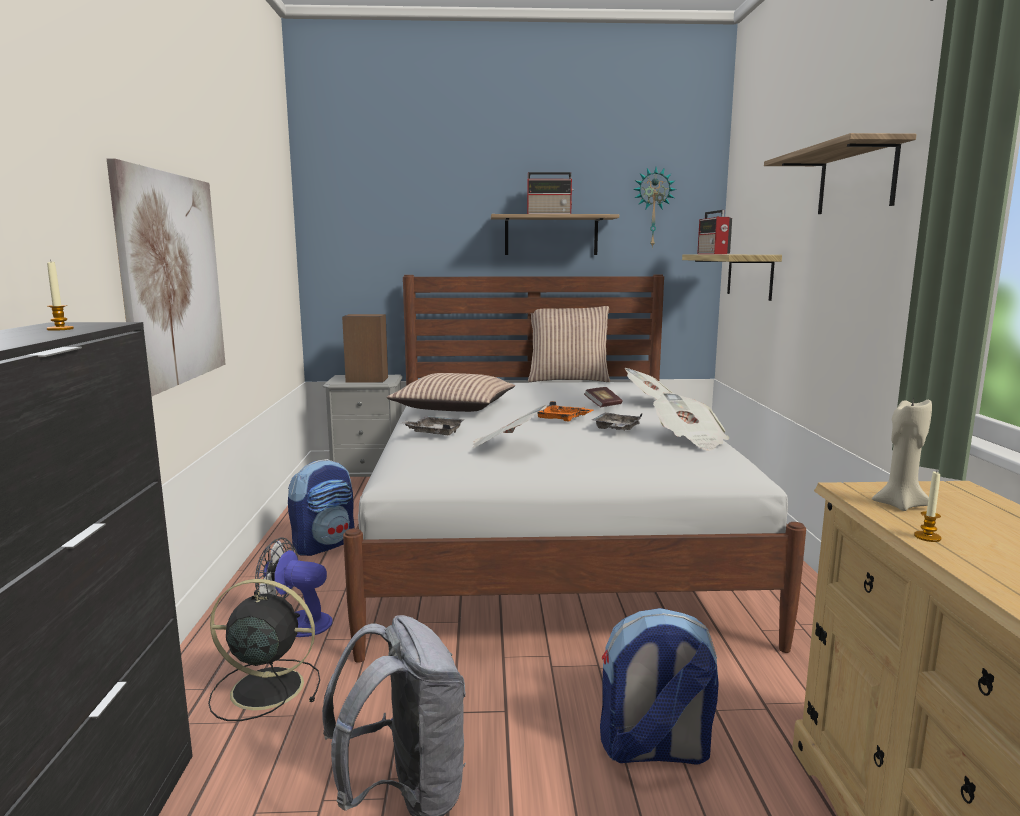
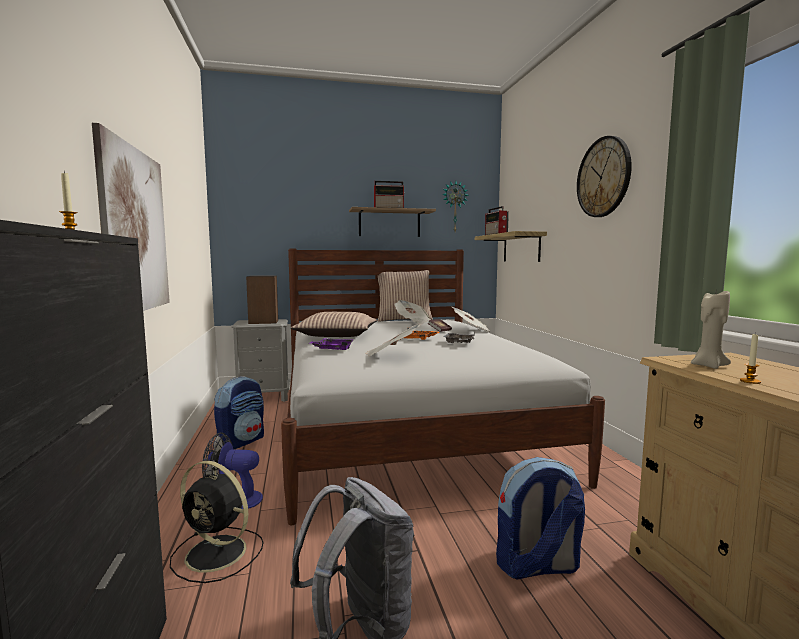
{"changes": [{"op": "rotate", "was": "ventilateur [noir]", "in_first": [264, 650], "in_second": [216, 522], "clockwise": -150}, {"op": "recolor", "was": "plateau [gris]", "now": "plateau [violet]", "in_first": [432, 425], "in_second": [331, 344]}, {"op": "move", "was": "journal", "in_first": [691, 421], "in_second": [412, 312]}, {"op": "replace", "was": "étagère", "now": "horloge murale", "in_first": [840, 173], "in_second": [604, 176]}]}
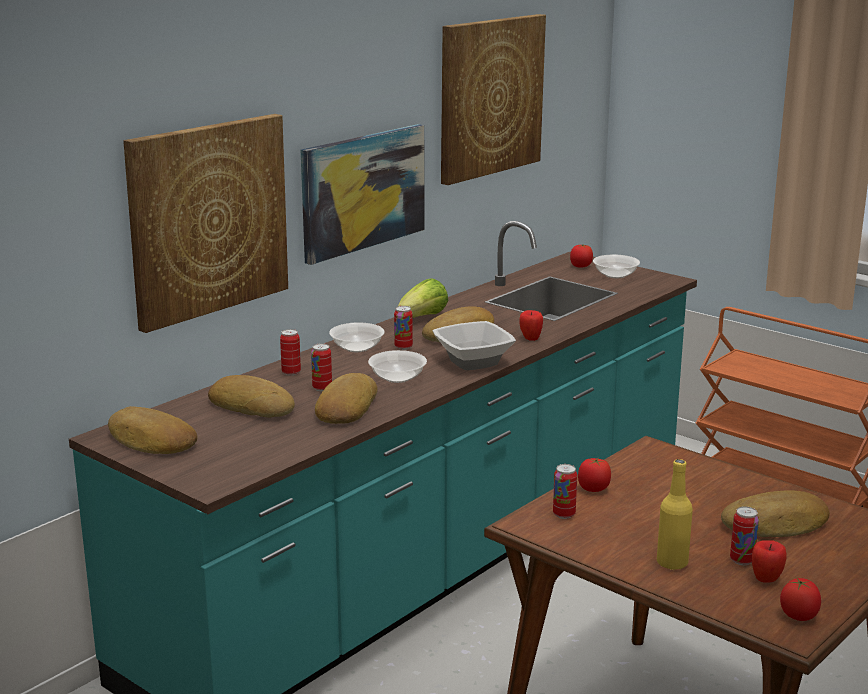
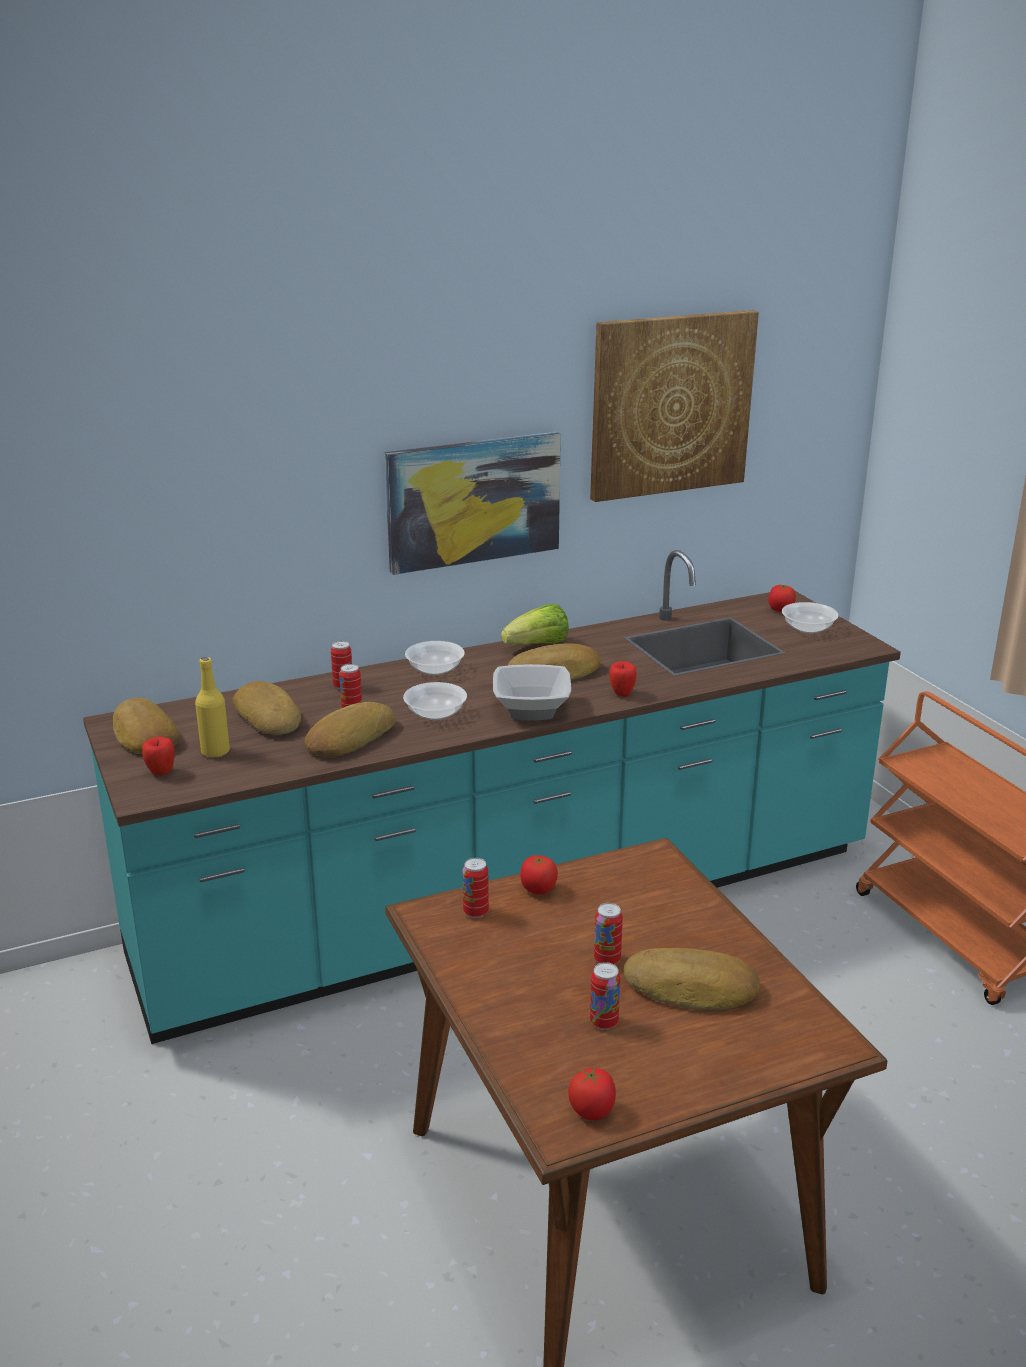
{"changes": [{"op": "move", "was": "pomme", "in_first": [769, 561], "in_second": [158, 756]}, {"op": "move", "was": "bouteille [jaune]", "in_first": [675, 514], "in_second": [212, 707]}, {"op": "move", "was": "boîte métallique", "in_first": [403, 328], "in_second": [608, 934]}, {"op": "delete", "was": "tableau", "in_first": [205, 223]}]}
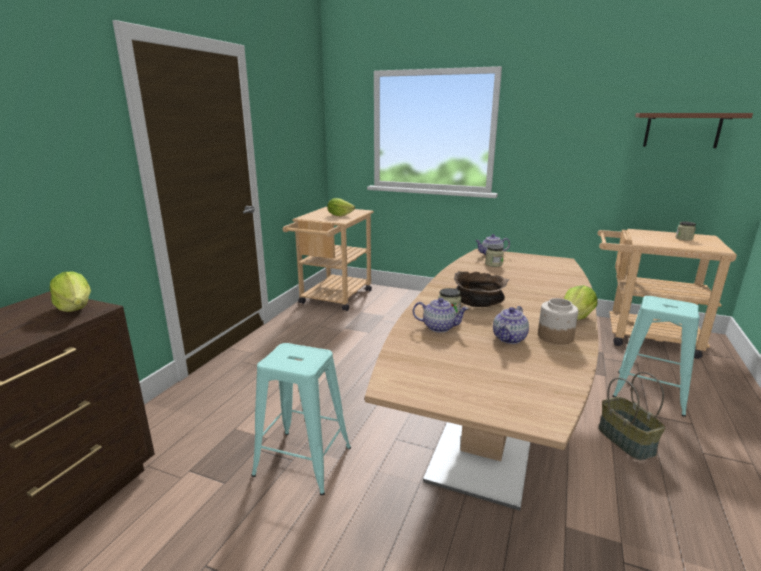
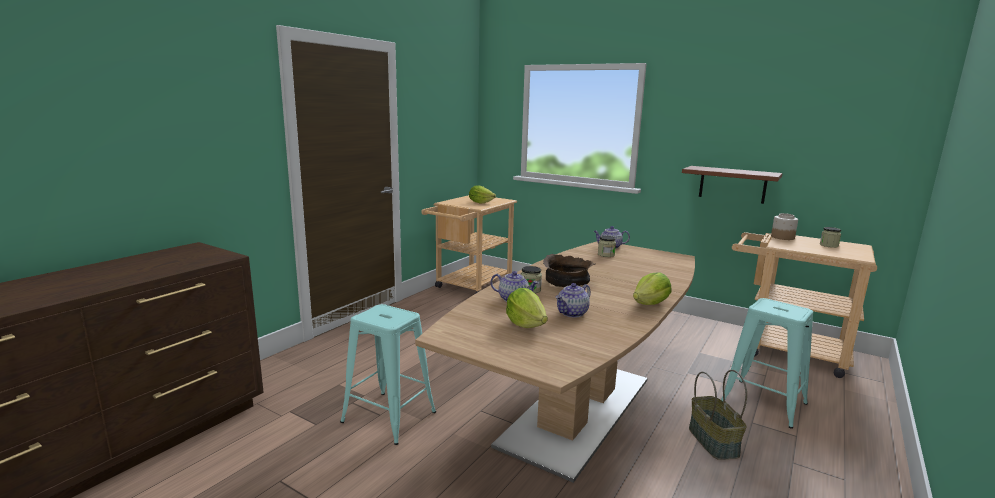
{"changes": [{"op": "move", "was": "laitue", "in_first": [70, 291], "in_second": [527, 308]}, {"op": "move", "was": "étagère [marron]", "in_first": [694, 130], "in_second": [732, 185]}, {"op": "move", "was": "bocal", "in_first": [558, 321], "in_second": [784, 226]}]}
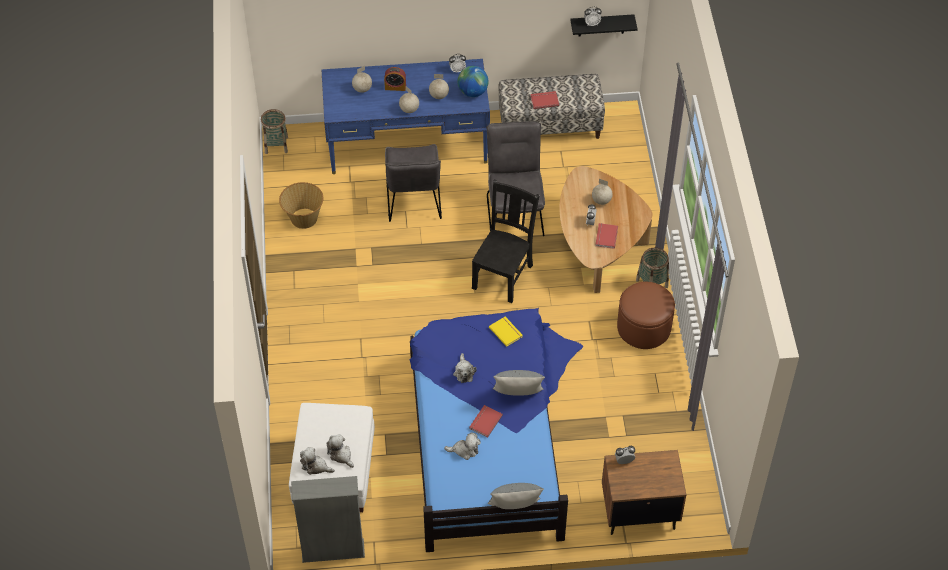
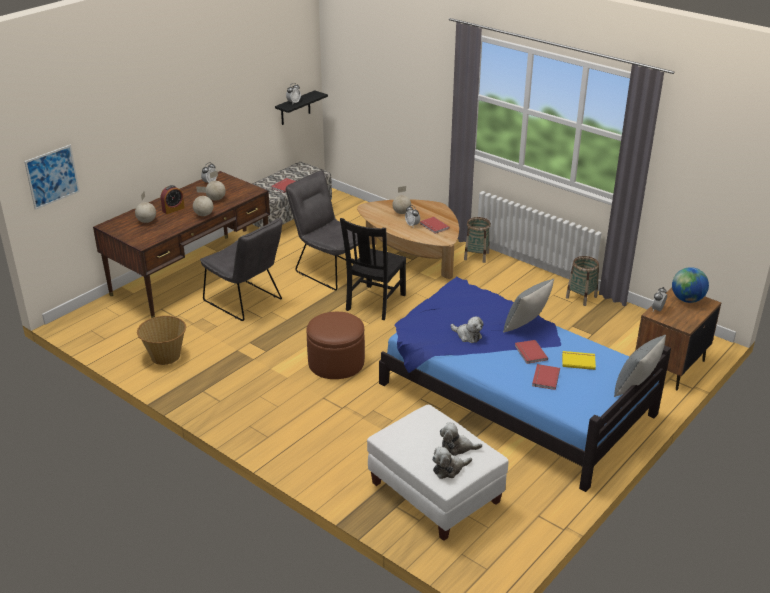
{"changes": [{"op": "insert", "now": "tableau", "in_second": [52, 177]}, {"op": "recolor", "was": "bureau [bleu]", "now": "bureau [marron]", "in_first": [406, 116], "in_second": [181, 244]}, {"op": "move", "was": "pouf [marron]", "in_first": [646, 315], "in_second": [335, 345]}, {"op": "rotate", "was": "chaise [noir]", "in_first": [506, 241], "in_second": [373, 269], "clockwise": -135}, {"op": "replace", "was": "peluche", "now": "livre [rouge]", "in_first": [462, 446], "in_second": [546, 377]}, {"op": "move", "was": "livre [jaune]", "in_first": [506, 332], "in_second": [579, 360]}, {"op": "move", "was": "panier", "in_first": [274, 131], "in_second": [582, 281]}, {"op": "move", "was": "globe", "in_first": [473, 81], "in_second": [690, 285]}, {"op": "delete", "was": "bibliothèque [gris]", "in_first": [328, 519]}]}
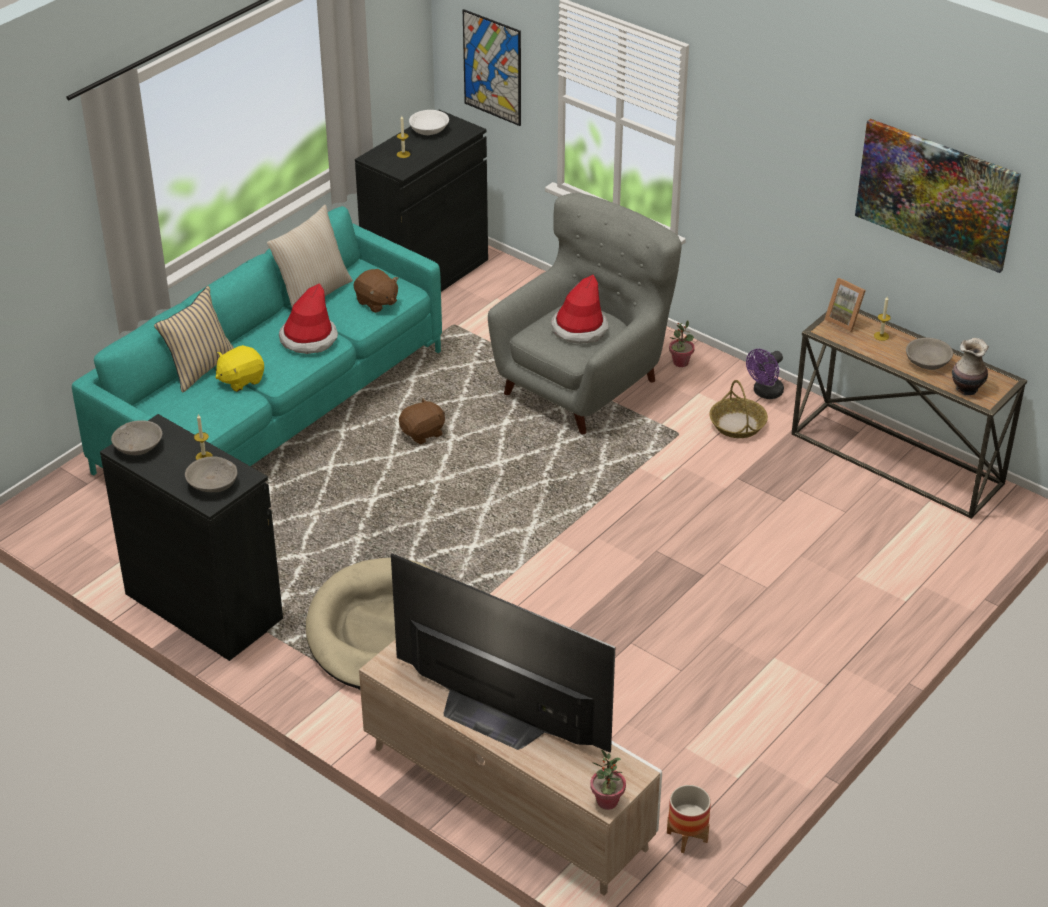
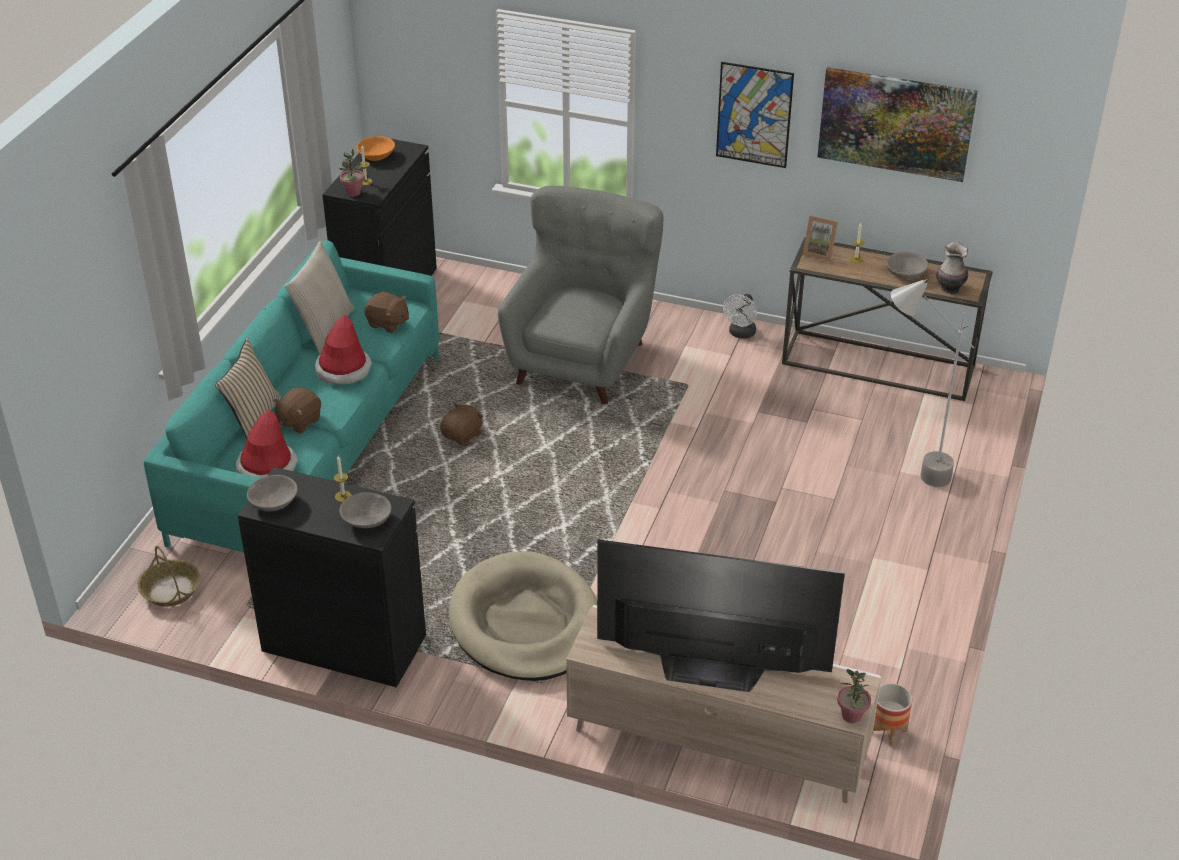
{"changes": [{"op": "move", "was": "panier", "in_first": [738, 409], "in_second": [168, 576]}, {"op": "move", "was": "chapeau", "in_first": [580, 309], "in_second": [267, 443]}, {"op": "recolor", "was": "peluche [jaune]", "now": "peluche [marron]", "in_first": [239, 368], "in_second": [297, 410]}, {"op": "move", "was": "plante en pot", "in_first": [682, 343], "in_second": [352, 172]}, {"op": "recolor", "was": "bol [blanc]", "now": "bol [orange]", "in_first": [429, 122], "in_second": [375, 148]}, {"op": "move", "was": "tableau", "in_first": [492, 67], "in_second": [755, 115]}, {"op": "recolor", "was": "ventilateur [violet]", "now": "ventilateur [blanc]", "in_first": [765, 374], "in_second": [740, 316]}, {"op": "insert", "now": "lampadaire [gris]", "in_second": [932, 382]}]}
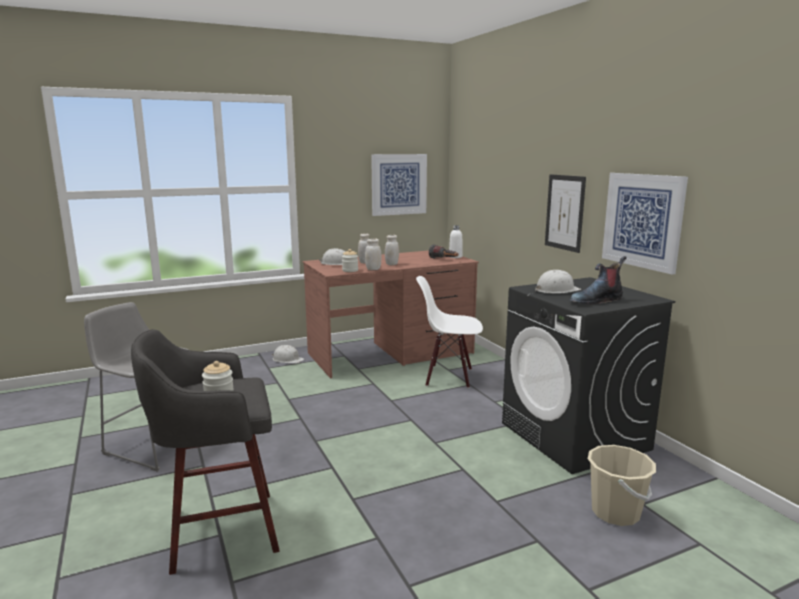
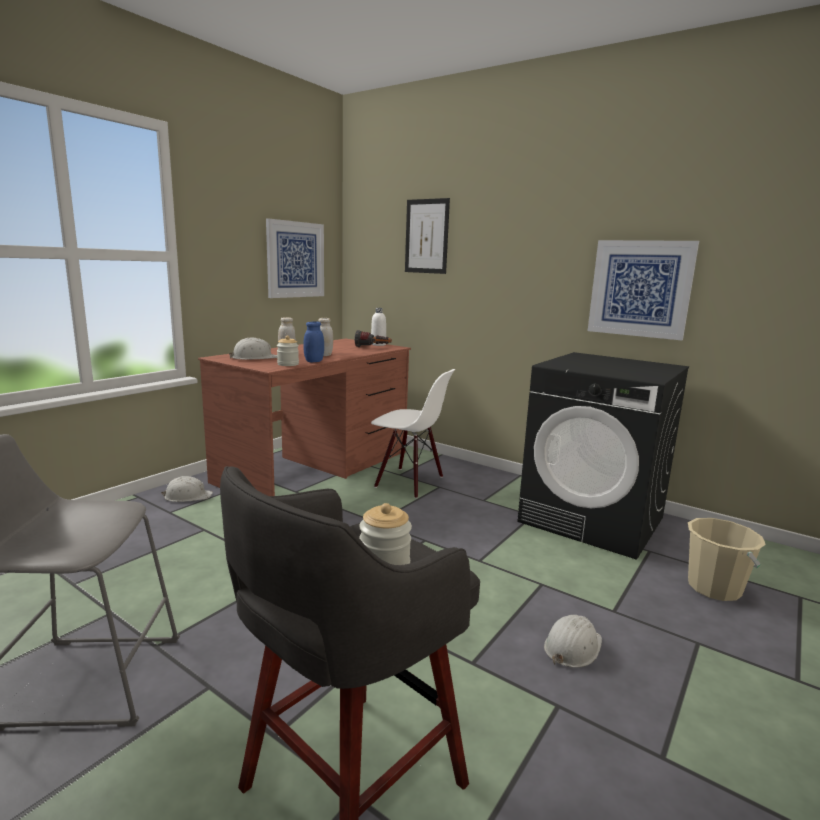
{"changes": [{"op": "recolor", "was": "bocal [blanc]", "now": "bocal [bleu]", "in_first": [373, 254], "in_second": [313, 341]}, {"op": "rotate", "was": "chaise [blanc]", "in_first": [449, 332], "in_second": [413, 433], "clockwise": -135}, {"op": "move", "was": "tableau", "in_first": [565, 213], "in_second": [427, 236]}, {"op": "move", "was": "casque de chantier [blanc]", "in_first": [558, 281], "in_second": [573, 641]}, {"op": "delete", "was": "botte", "in_first": [598, 280]}]}
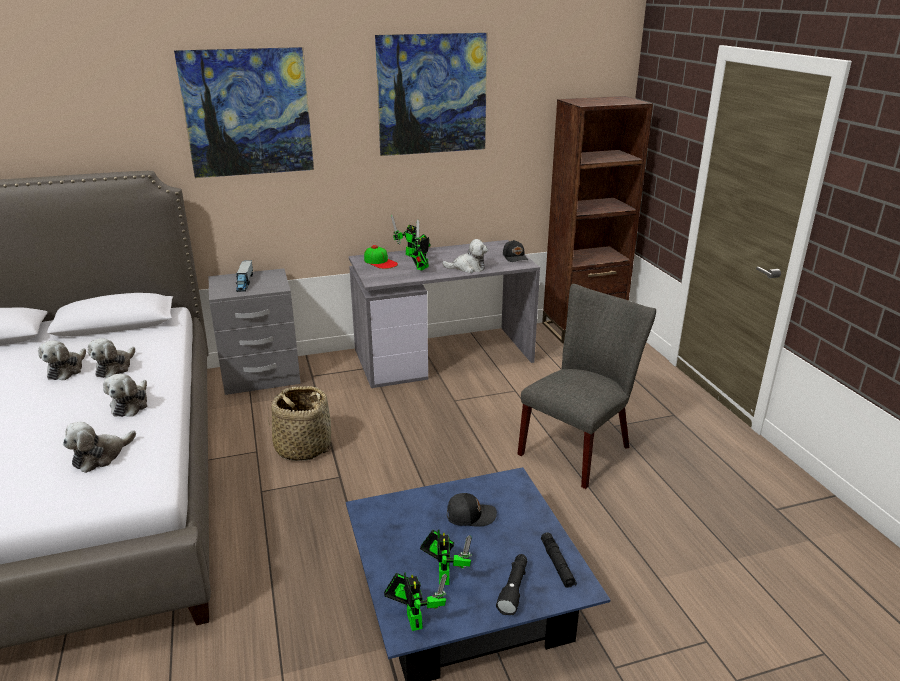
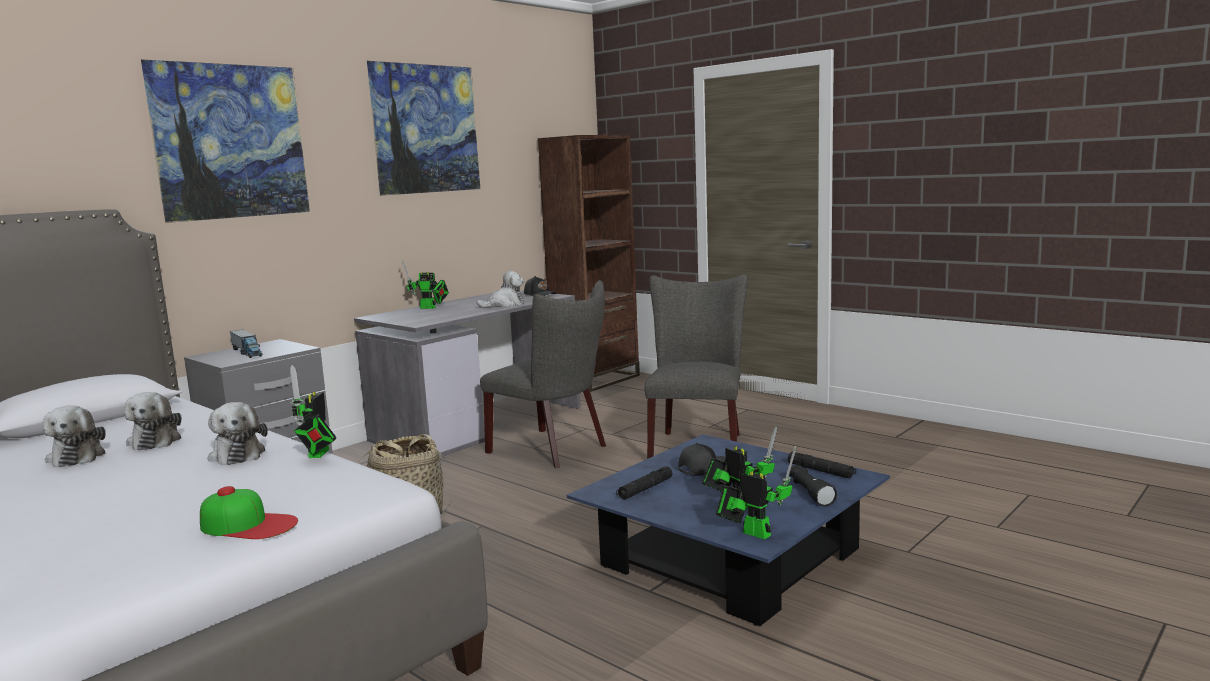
{"changes": [{"op": "move", "was": "casquette", "in_first": [381, 257], "in_second": [249, 512]}, {"op": "move", "was": "robot jouet", "in_first": [420, 245], "in_second": [313, 411]}, {"op": "insert", "now": "chaise [gris]", "in_second": [543, 374]}, {"op": "insert", "now": "lampe de poche [noir]", "in_second": [644, 483]}, {"op": "delete", "was": "peluche", "in_first": [99, 447]}]}
